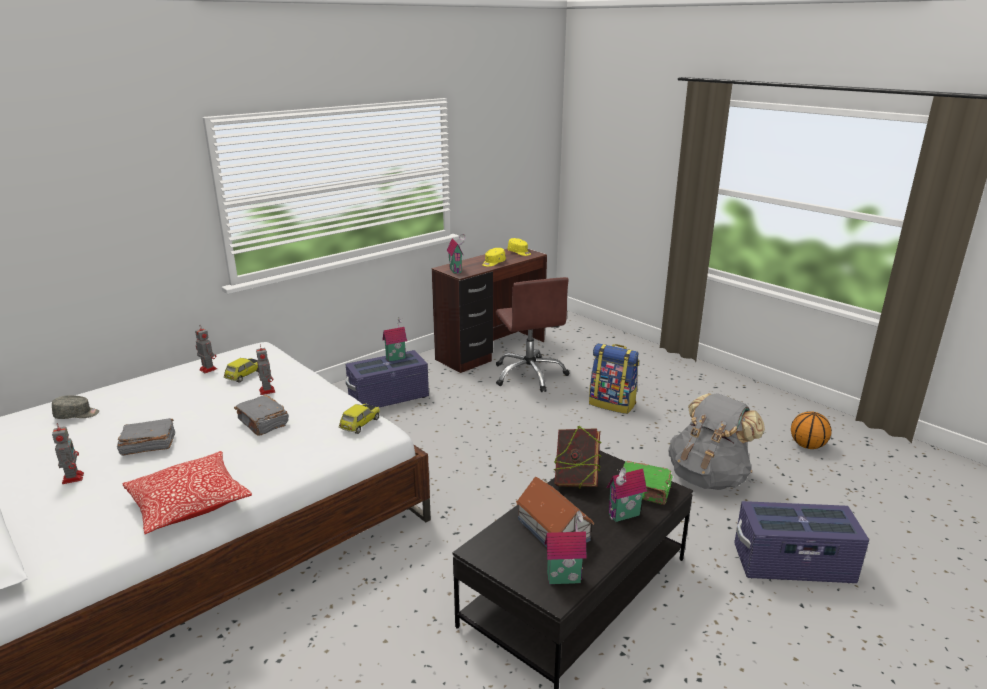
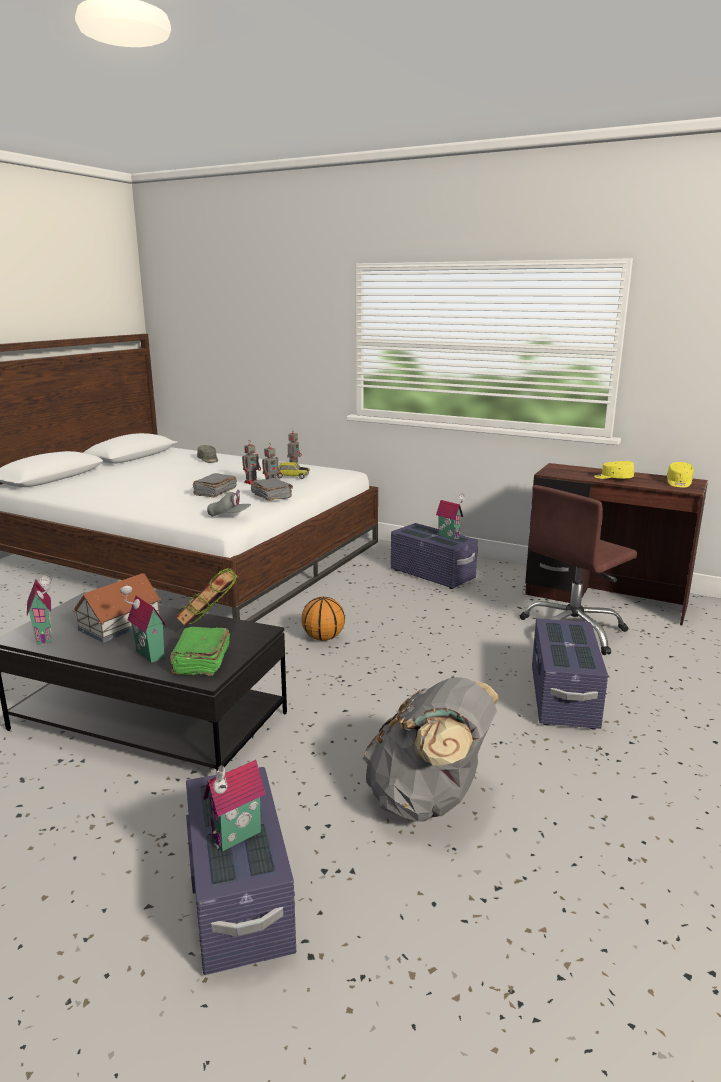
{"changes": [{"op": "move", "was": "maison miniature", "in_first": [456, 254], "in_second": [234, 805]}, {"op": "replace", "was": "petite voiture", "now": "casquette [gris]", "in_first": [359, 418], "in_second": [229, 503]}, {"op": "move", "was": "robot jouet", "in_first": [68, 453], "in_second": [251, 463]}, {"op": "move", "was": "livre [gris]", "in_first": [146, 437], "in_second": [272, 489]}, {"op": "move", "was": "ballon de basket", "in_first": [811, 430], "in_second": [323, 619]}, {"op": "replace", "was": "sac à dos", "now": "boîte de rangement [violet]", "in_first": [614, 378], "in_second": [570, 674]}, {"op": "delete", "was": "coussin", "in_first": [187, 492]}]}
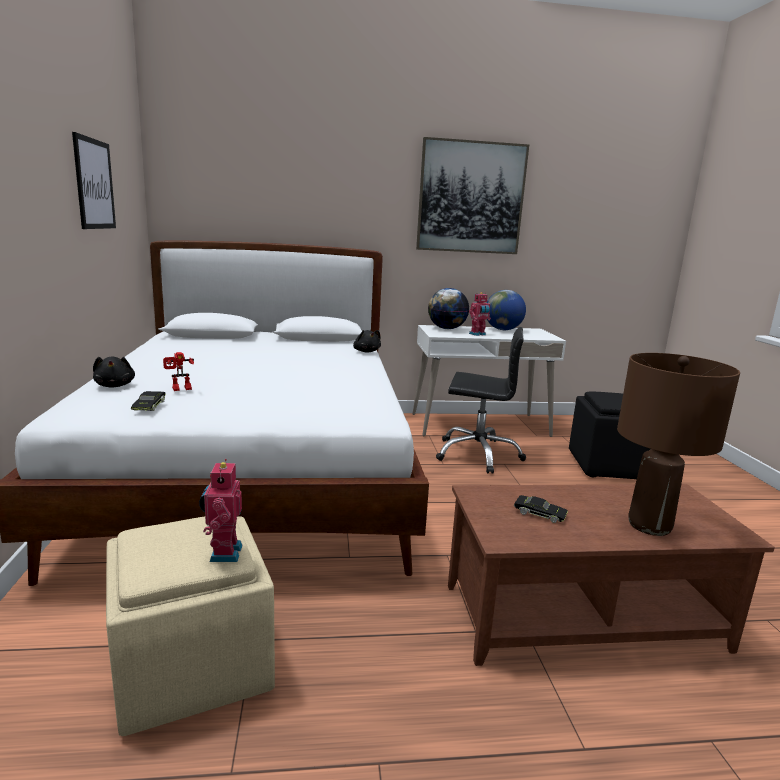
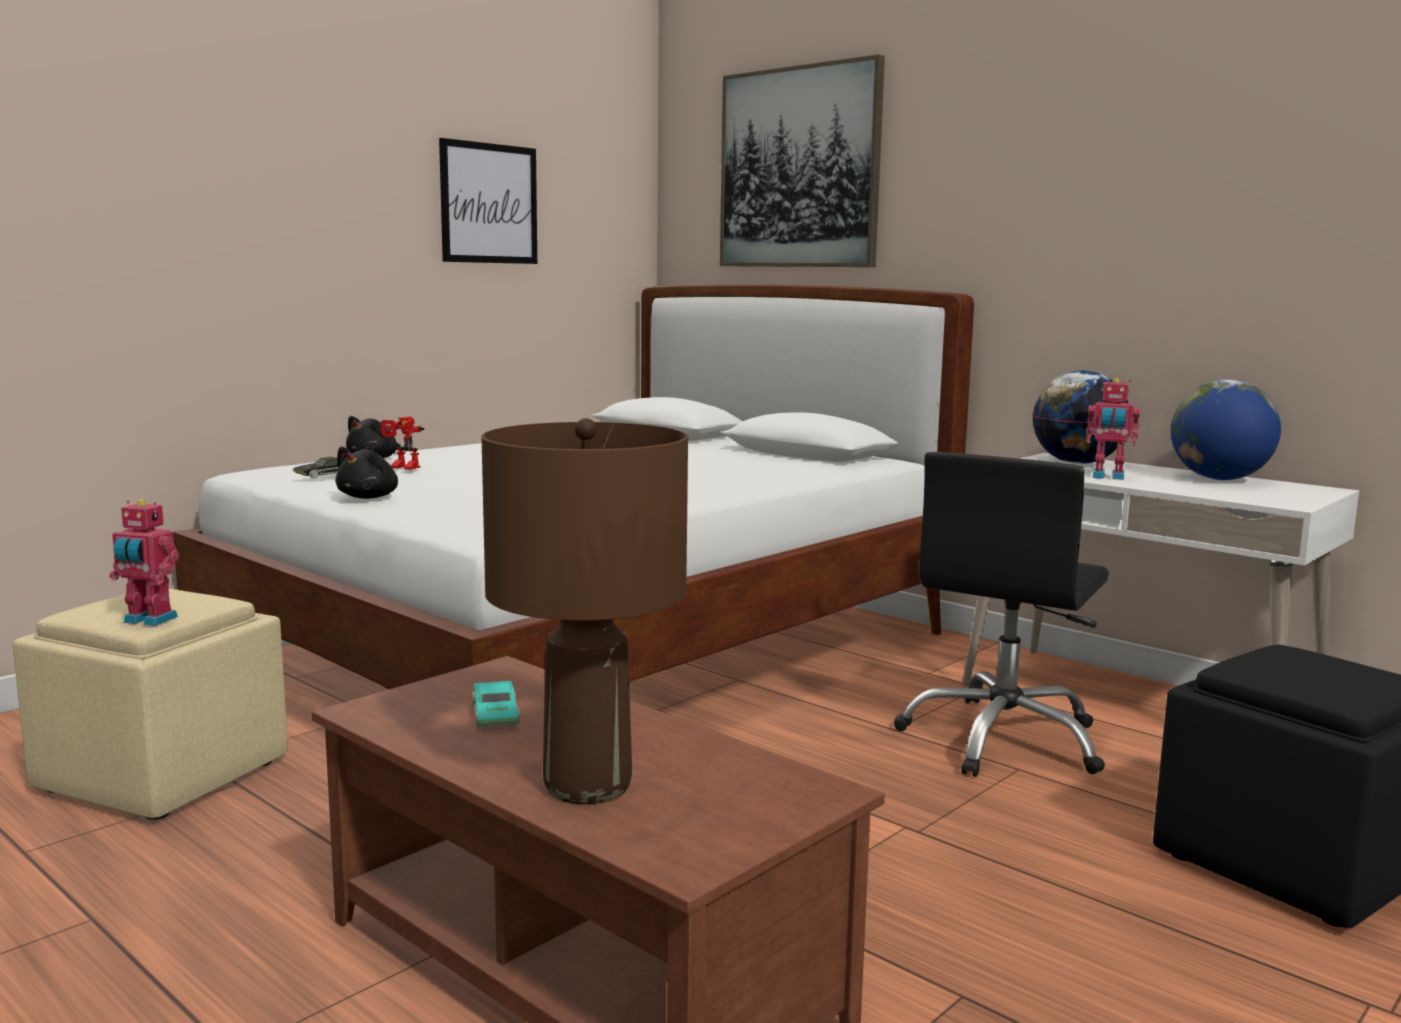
{"changes": [{"op": "rotate", "was": "robot jouet", "in_first": [220, 510], "in_second": [144, 562], "clockwise": -120}, {"op": "move", "was": "peluche [noir]", "in_first": [367, 341], "in_second": [366, 473]}, {"op": "recolor", "was": "petite voiture [noir]", "now": "petite voiture [turquoise]", "in_first": [541, 509], "in_second": [496, 704]}, {"op": "move", "was": "tableau", "in_first": [472, 195], "in_second": [802, 161]}, {"op": "rotate", "was": "chaise de bureau [noir]", "in_first": [481, 400], "in_second": [1001, 614], "clockwise": 60}]}
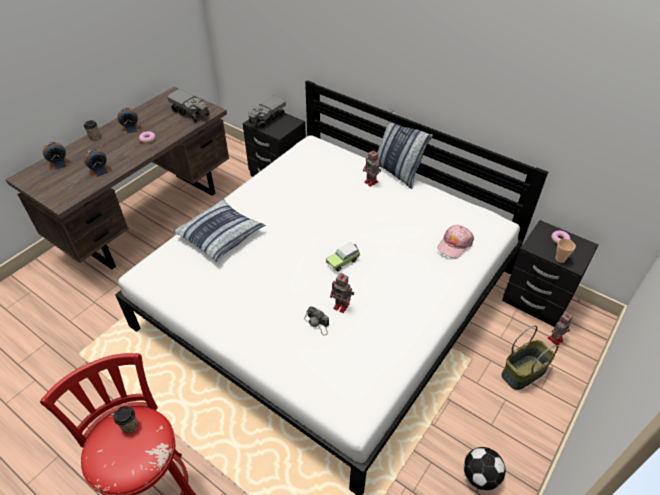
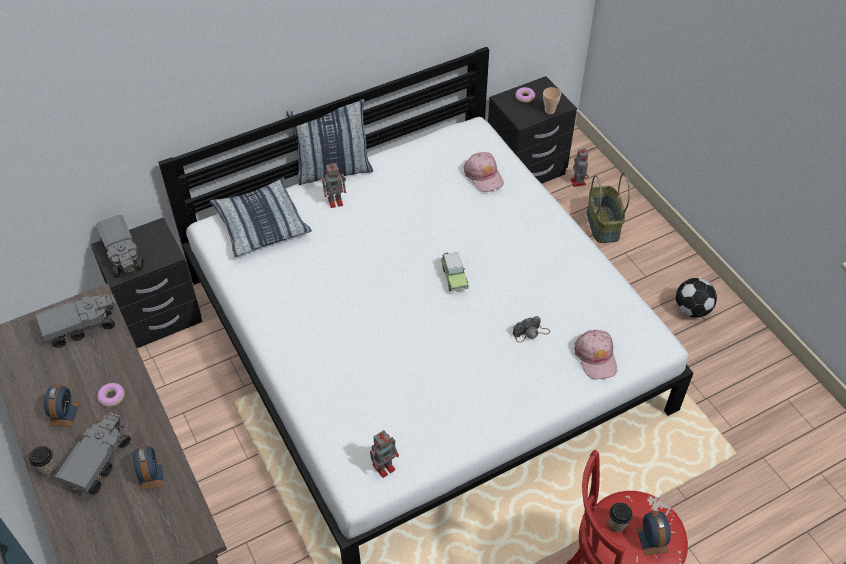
{"changes": [{"op": "insert", "now": "camion jouet", "in_second": [93, 453]}, {"op": "move", "was": "coussin", "in_first": [219, 230], "in_second": [261, 217]}, {"op": "move", "was": "robot jouet", "in_first": [342, 293], "in_second": [384, 454]}, {"op": "insert", "now": "casquette [rose]", "in_second": [595, 354]}, {"op": "move", "was": "réveil", "in_first": [56, 156], "in_second": [653, 533]}]}
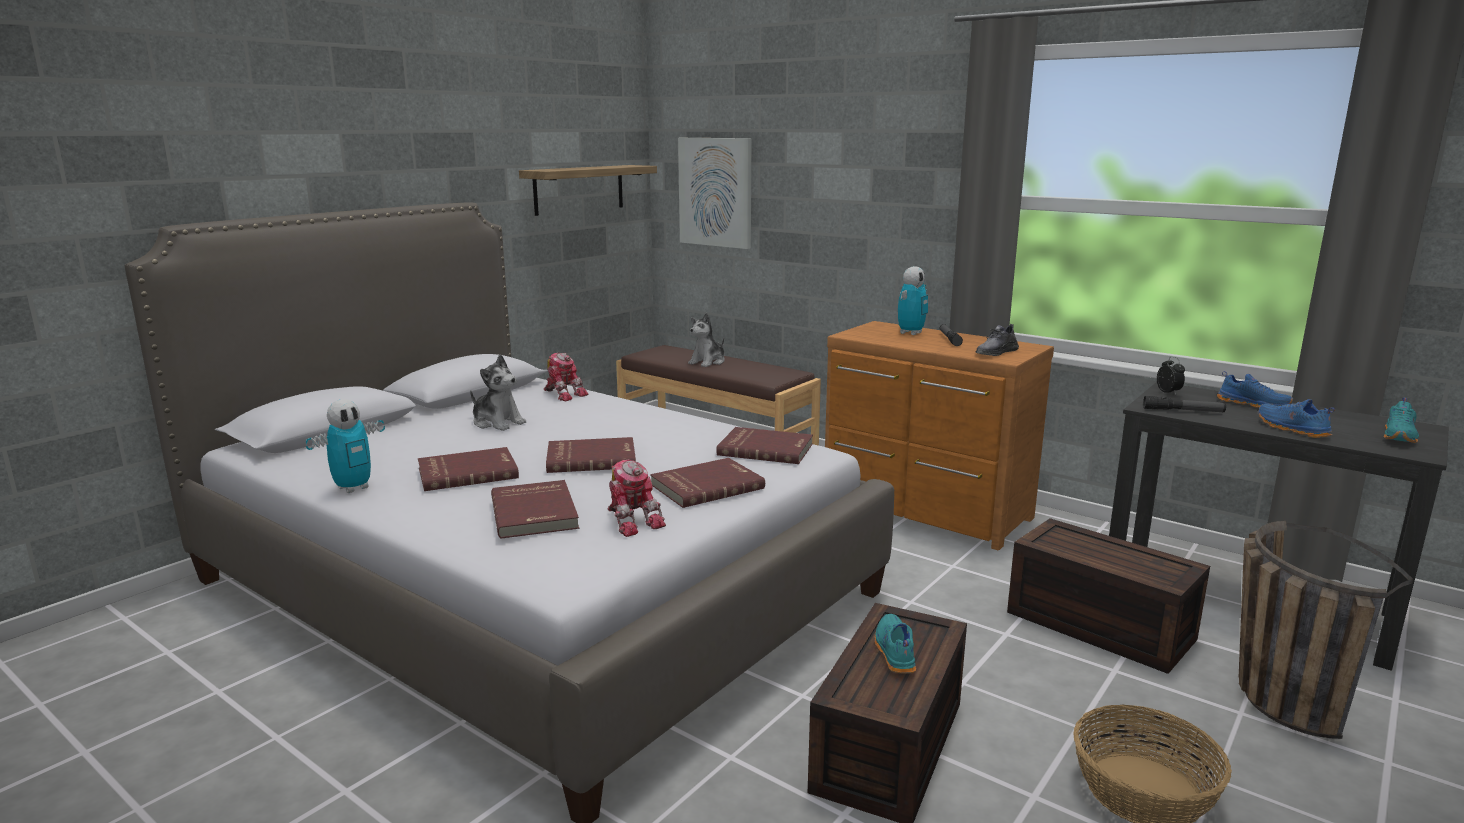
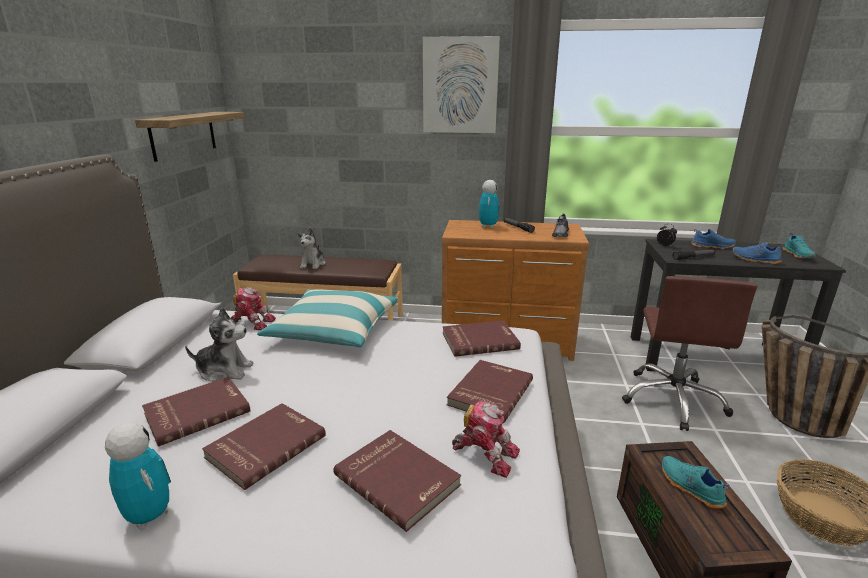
{"changes": [{"op": "rotate", "was": "robot jouet", "in_first": [345, 446], "in_second": [138, 476], "clockwise": -60}, {"op": "move", "was": "livre [rouge]", "in_first": [591, 455], "in_second": [196, 412]}, {"op": "insert", "now": "coussin", "in_second": [327, 318]}, {"op": "move", "was": "tableau", "in_first": [714, 193], "in_second": [461, 84]}, {"op": "replace", "was": "boîte de rangement [marron]", "now": "chaise de bureau [marron]", "in_first": [1108, 596], "in_second": [690, 353]}]}
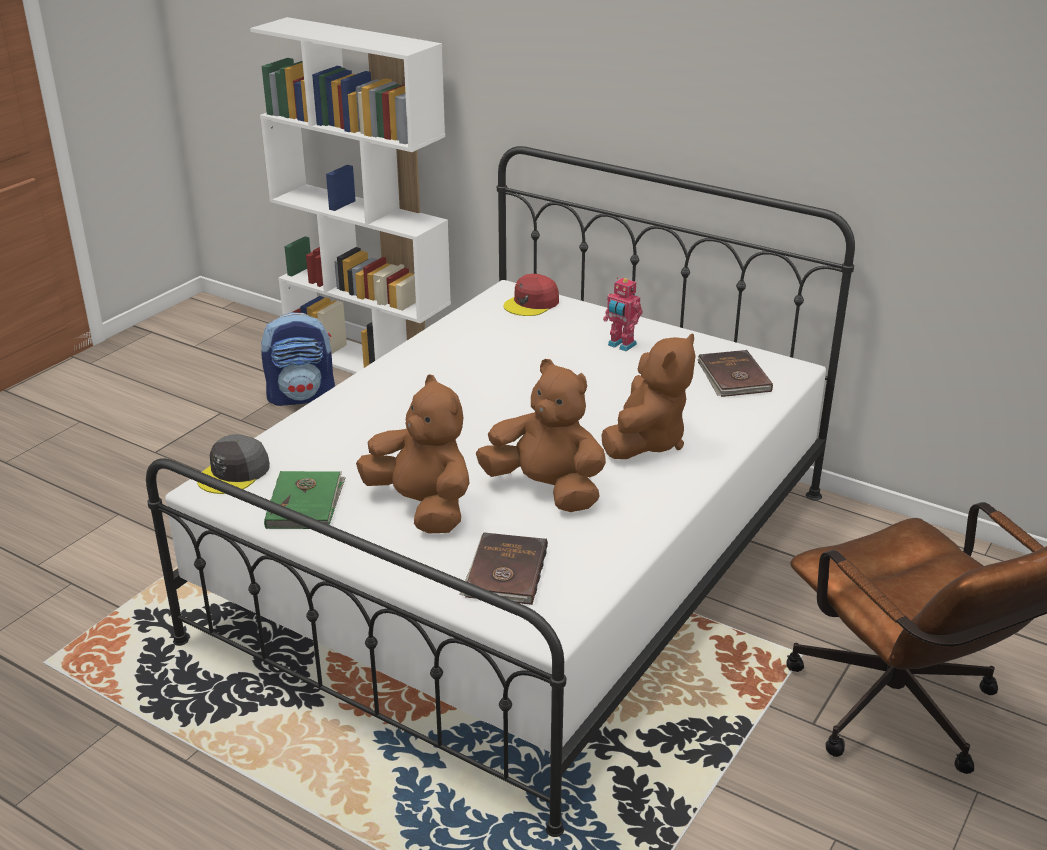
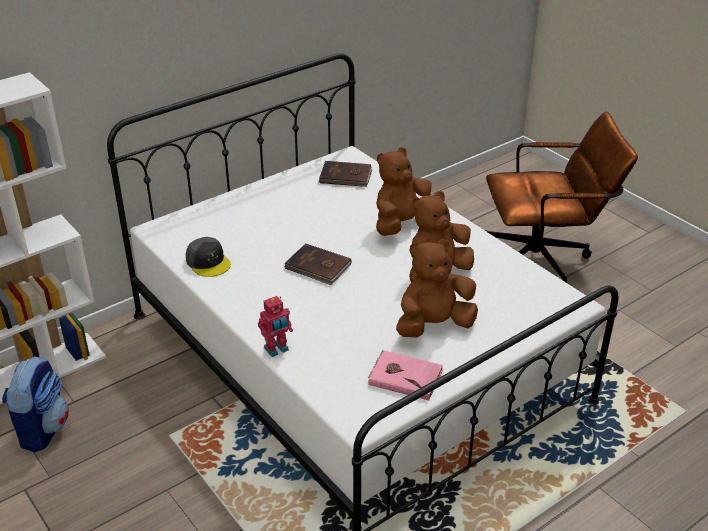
{"changes": [{"op": "move", "was": "casquette [gris]", "in_first": [233, 464], "in_second": [208, 257]}, {"op": "move", "was": "robot jouet", "in_first": [623, 314], "in_second": [275, 326]}, {"op": "move", "was": "livre [marron]", "in_first": [503, 568], "in_second": [317, 264]}, {"op": "recolor", "was": "livre [vert]", "now": "livre [rose]", "in_first": [305, 500], "in_second": [406, 375]}, {"op": "rotate", "was": "peluche [marron]", "in_first": [648, 396], "in_second": [404, 191], "clockwise": -90}, {"op": "delete", "was": "casquette [rouge]", "in_first": [531, 295]}]}
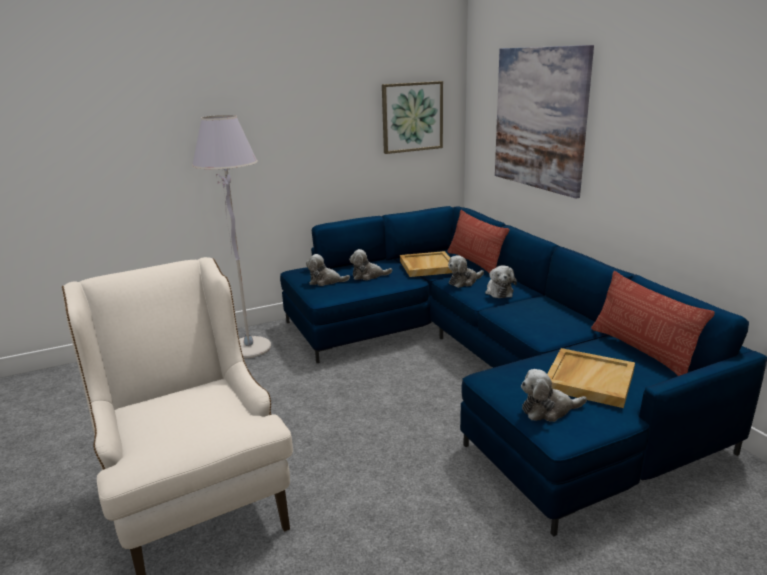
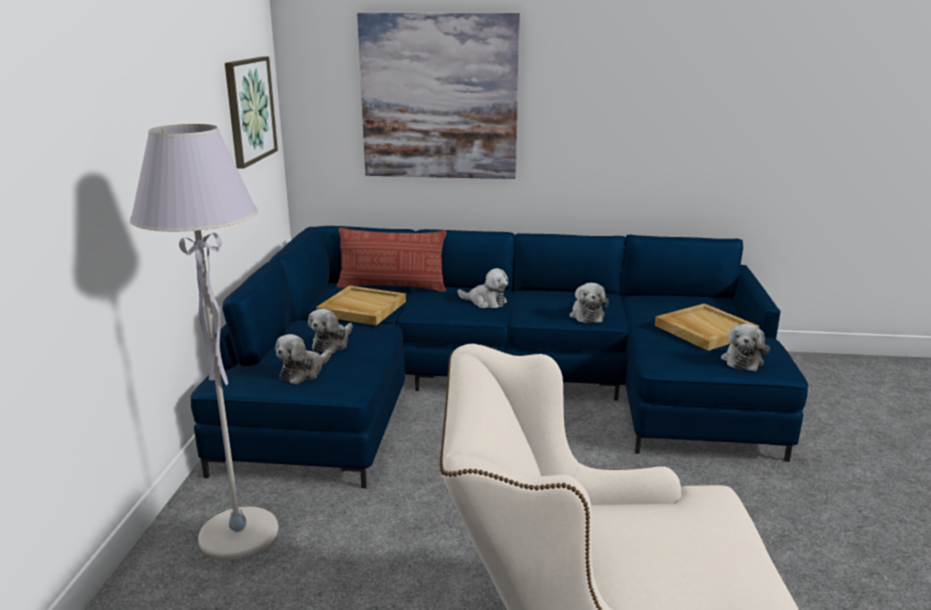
{"changes": [{"op": "move", "was": "peluche", "in_first": [466, 271], "in_second": [589, 303]}, {"op": "delete", "was": "coussin", "in_first": [653, 323]}]}
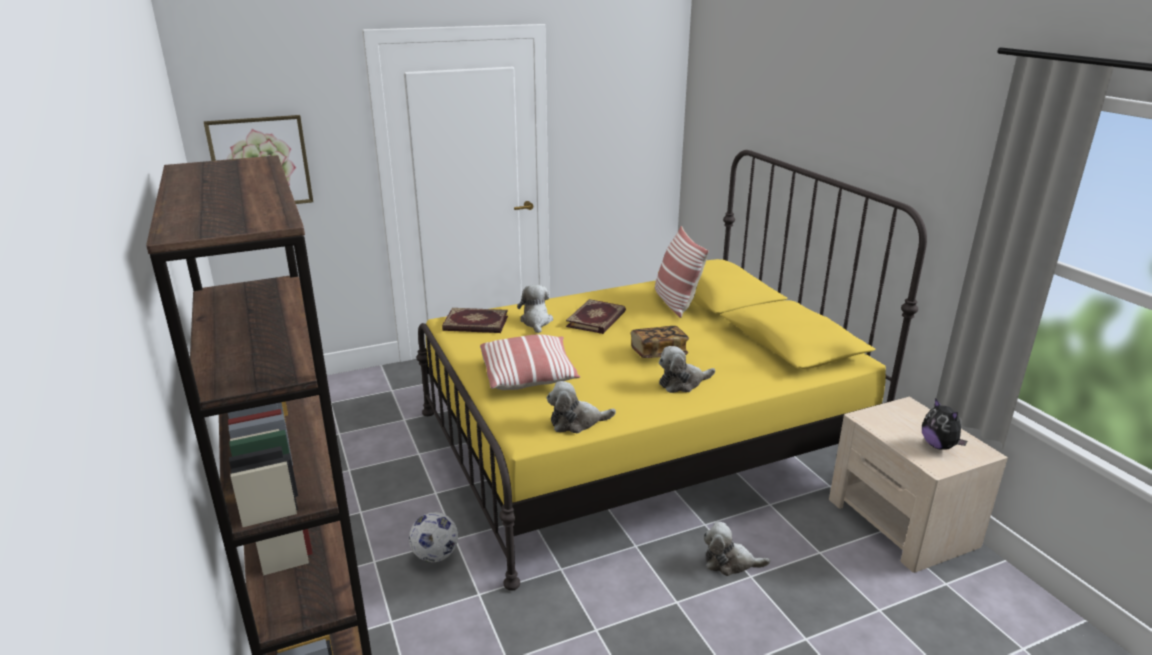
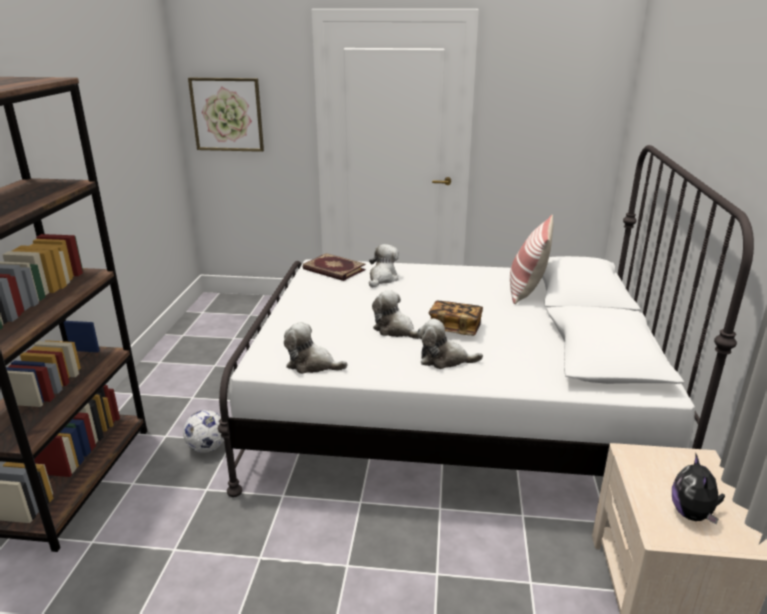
{"changes": [{"op": "recolor", "was": "lit [jaune]", "now": "lit [blanc]", "in_first": [671, 370], "in_second": [486, 321]}, {"op": "move", "was": "peluche", "in_first": [736, 549], "in_second": [395, 314]}, {"op": "delete", "was": "coussin", "in_first": [530, 362]}, {"op": "delete", "was": "livre", "in_first": [596, 316]}]}
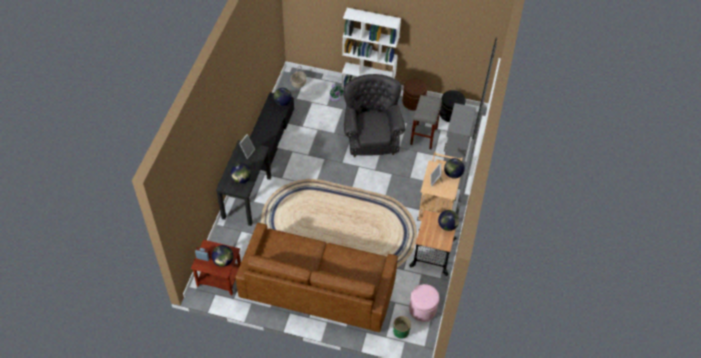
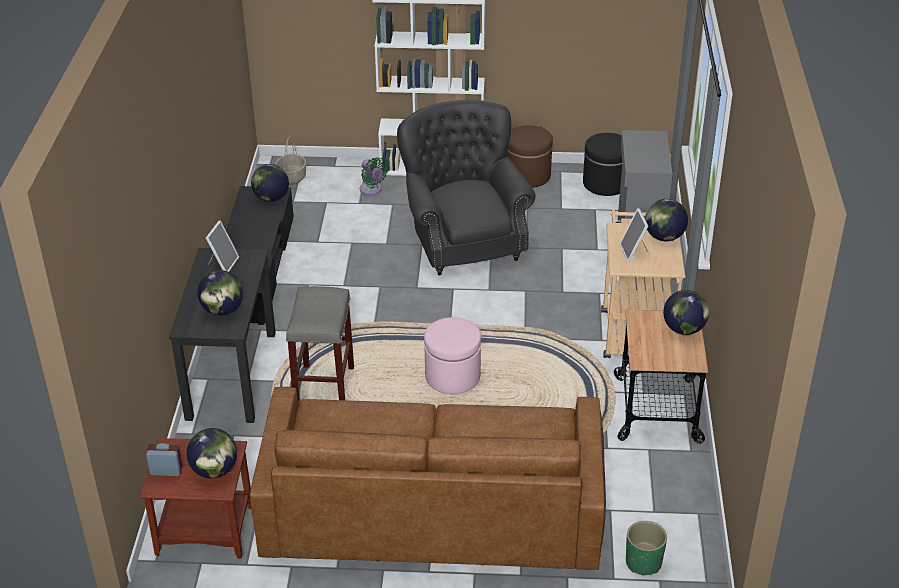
{"changes": [{"op": "move", "was": "tabouret [gris]", "in_first": [426, 122], "in_second": [320, 344]}, {"op": "move", "was": "pouf [rose]", "in_first": [424, 303], "in_second": [452, 355]}]}
